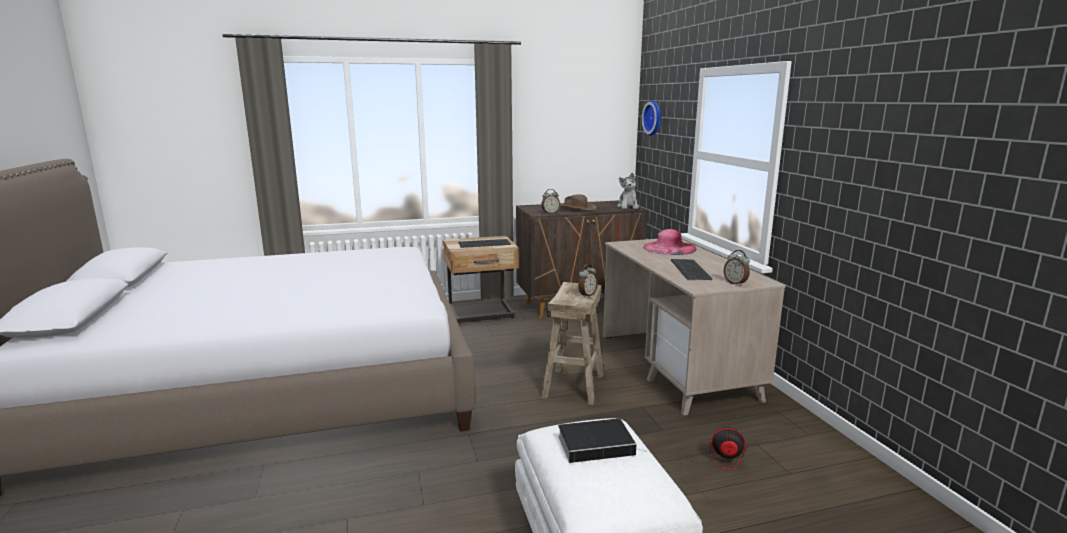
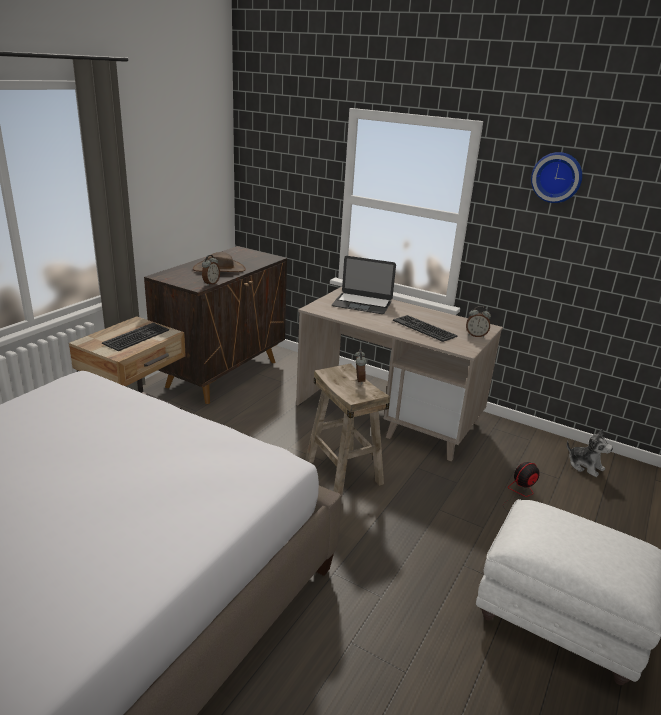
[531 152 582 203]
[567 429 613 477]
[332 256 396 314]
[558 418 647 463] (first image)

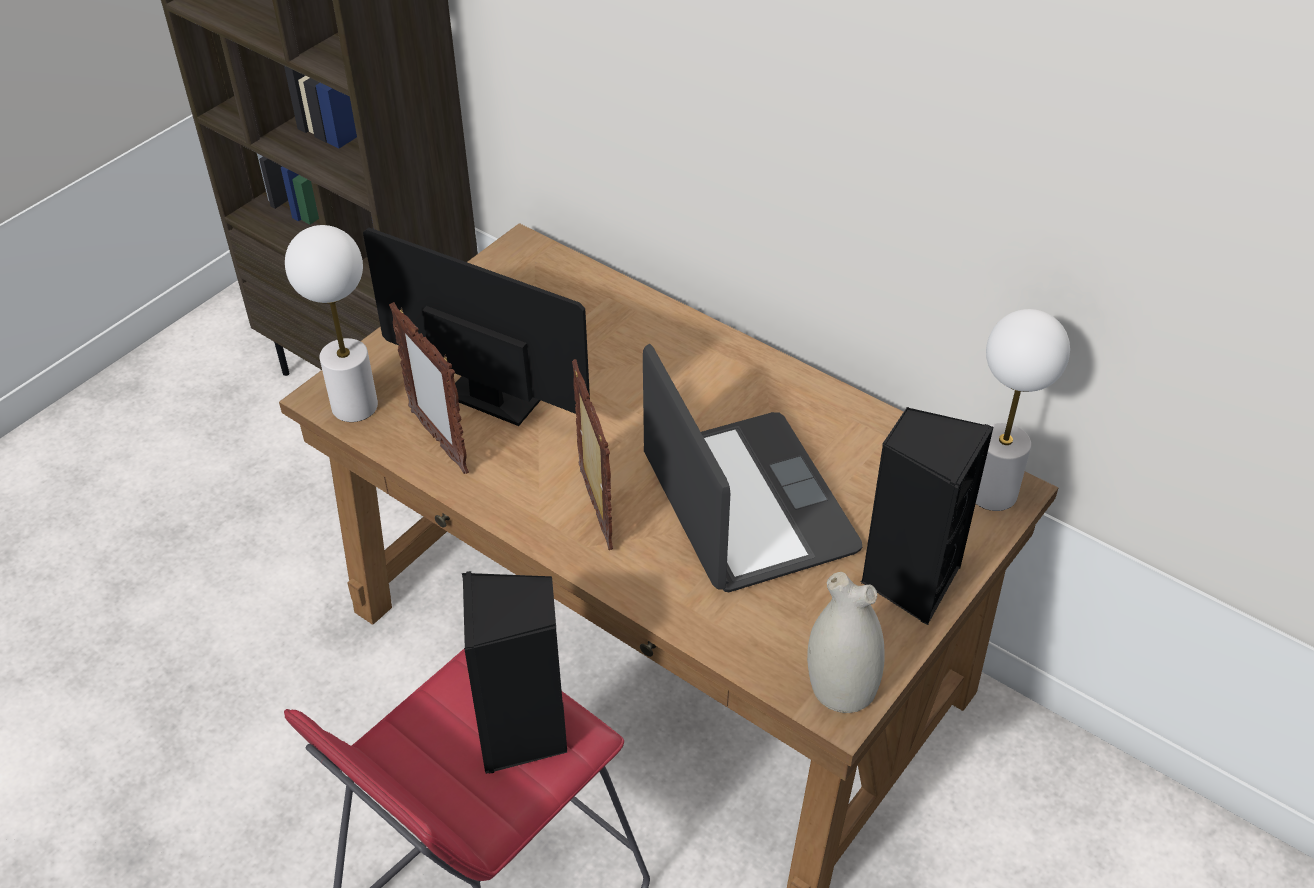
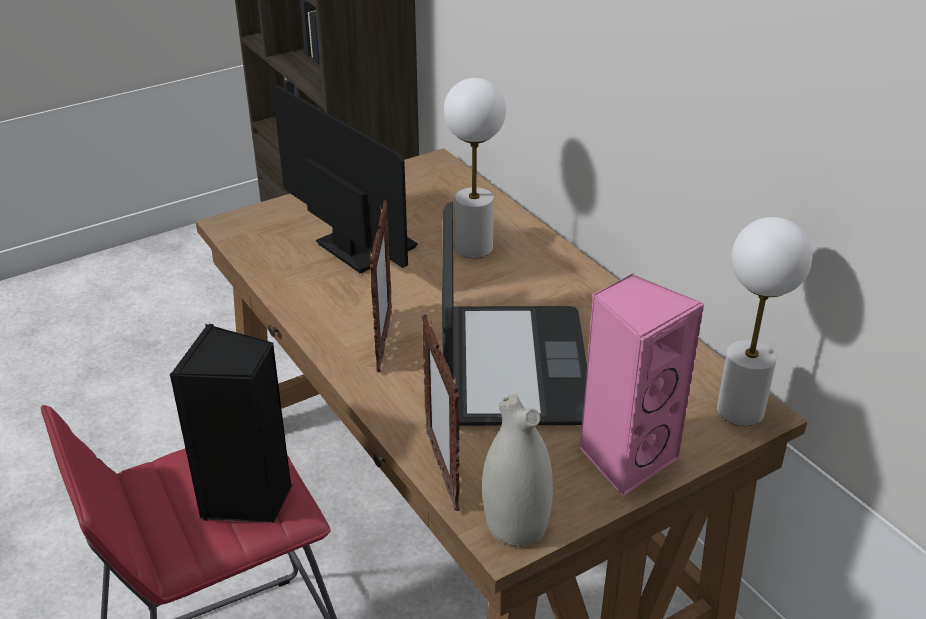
[444 78 506 258]
[422 314 460 511]
[579 273 704 497]

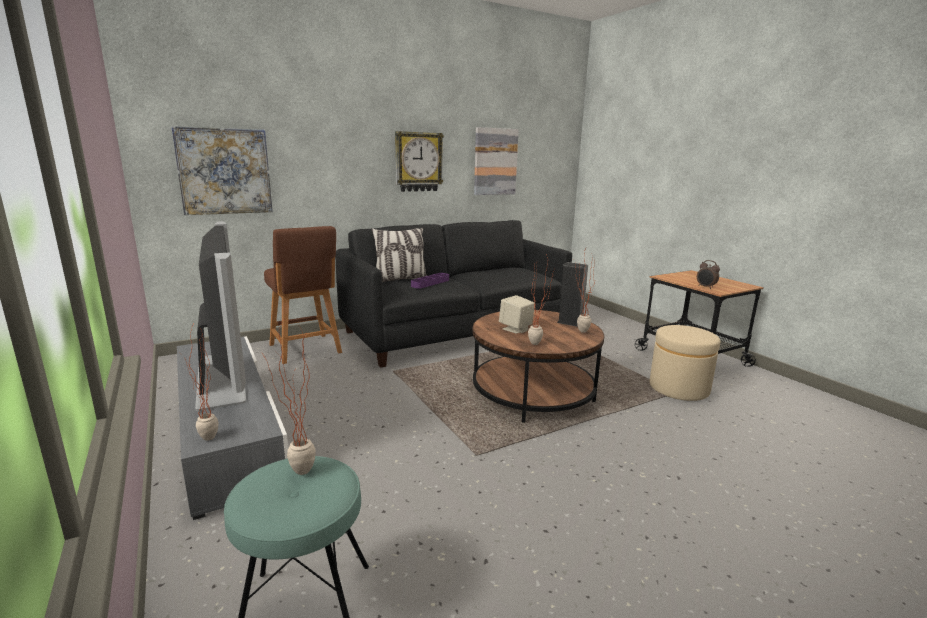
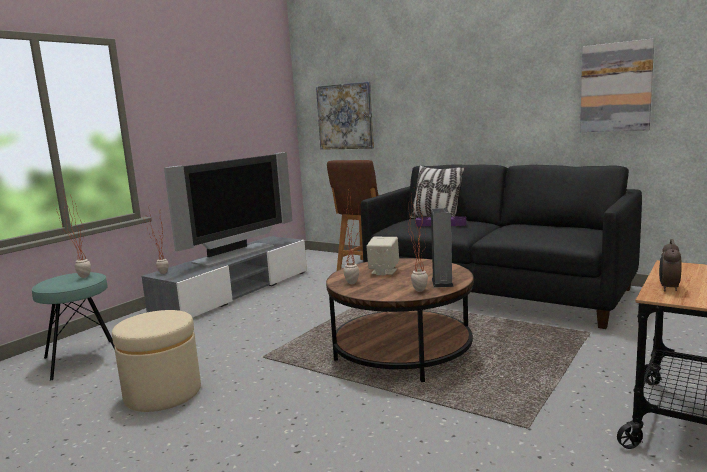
[395 131 444 192] (first image)
[112 310 201 412]

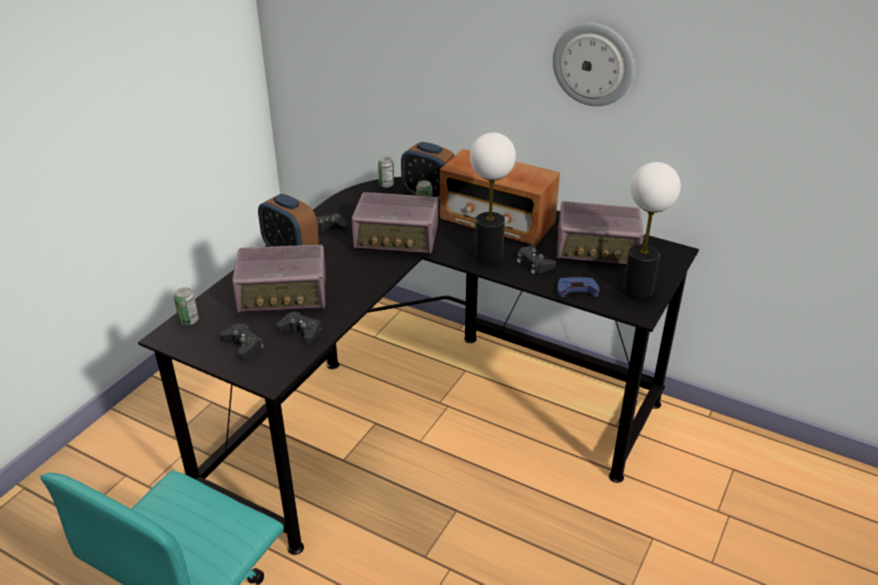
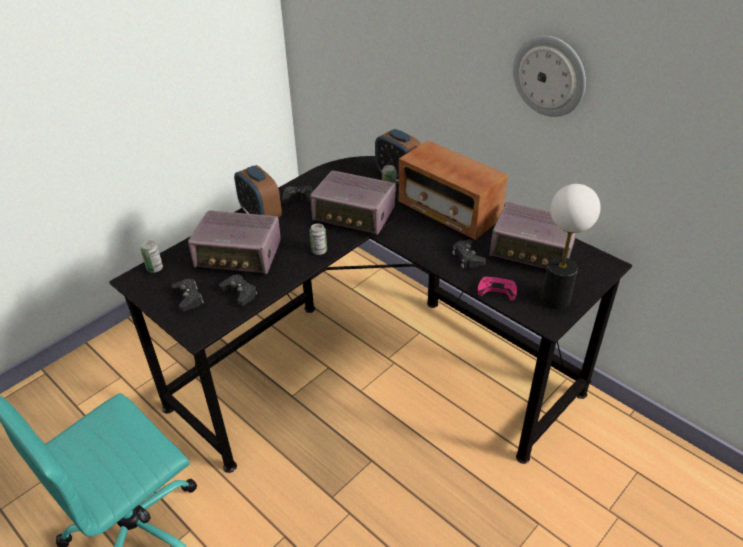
[470 132 516 264] (first image)
[310 223 327 255]
[477 276 517 300]

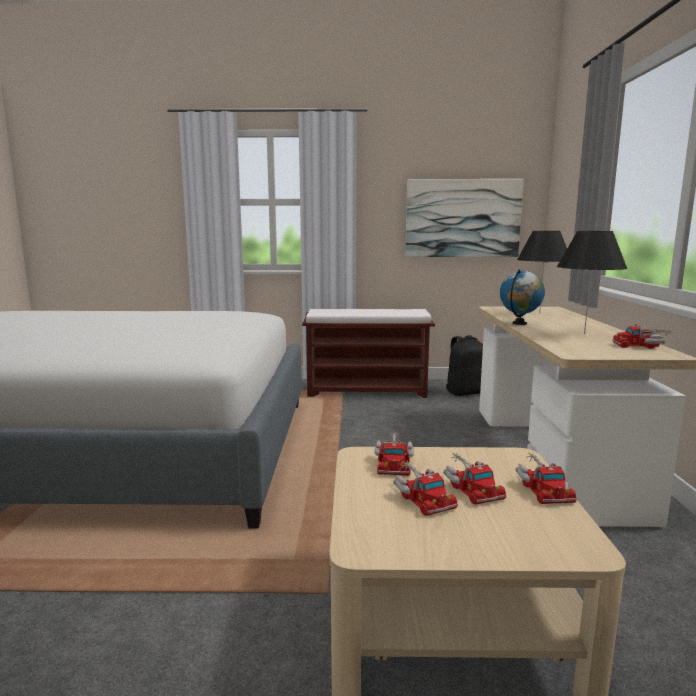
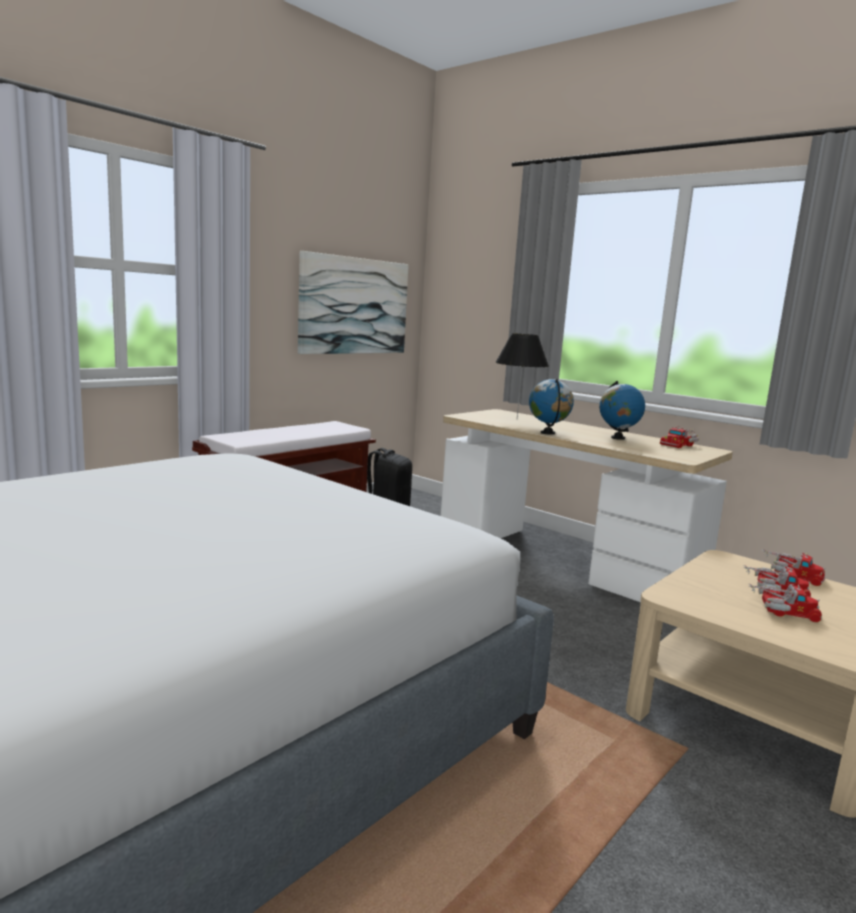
[599 381 645 440]
[374 431 414 476] (first image)

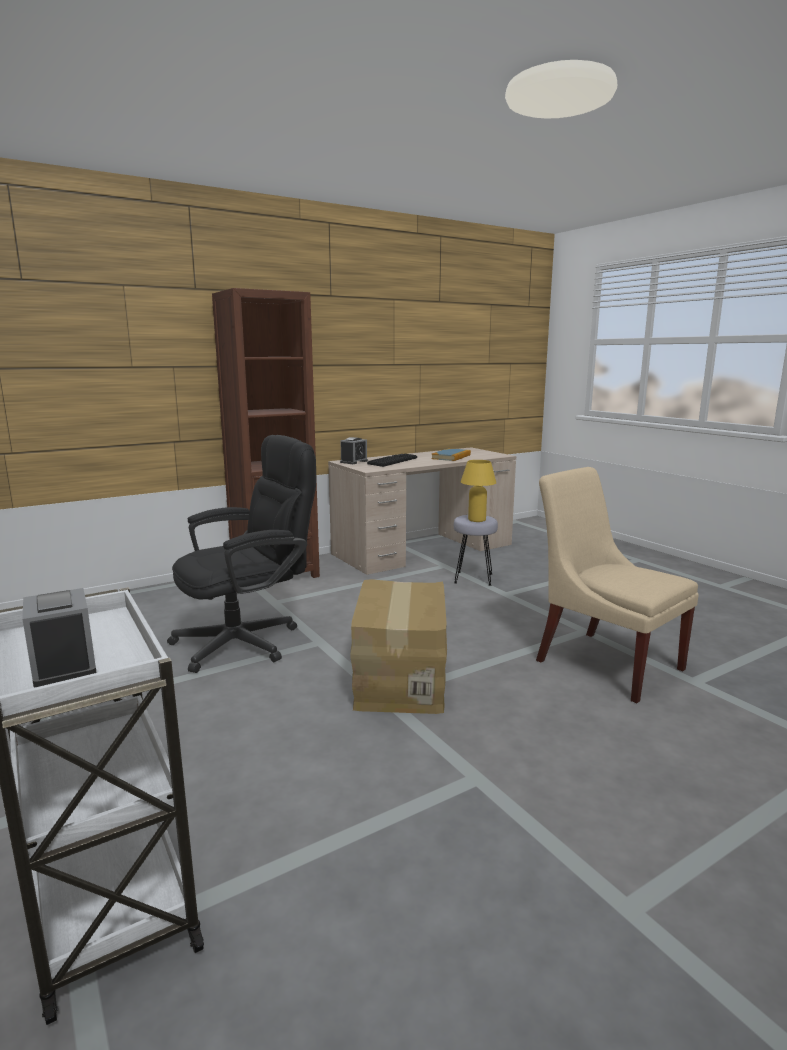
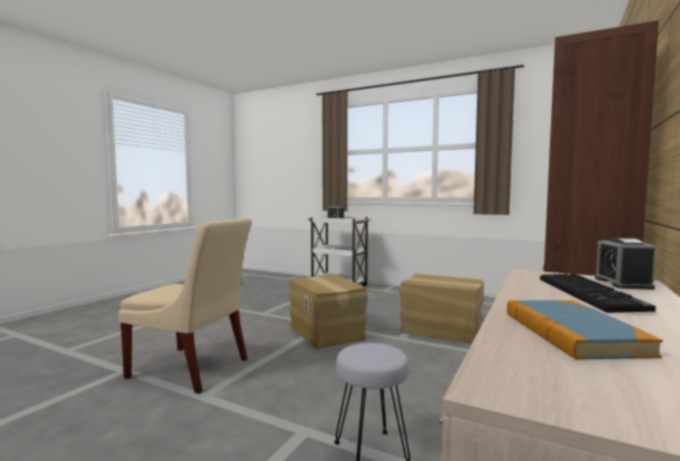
[399 274 484 344]
[461 460 496 522] (first image)

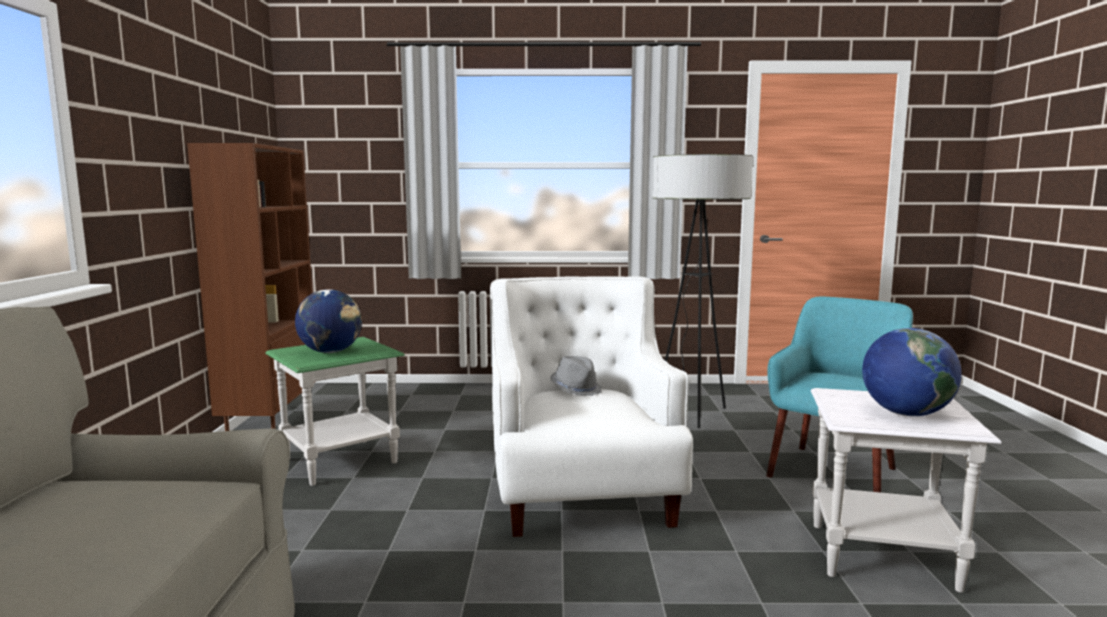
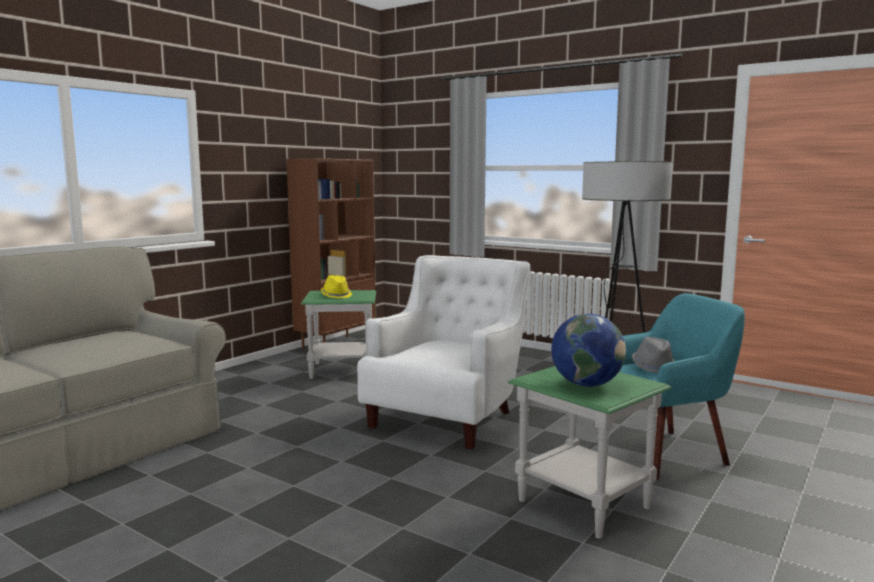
[321 275 352 299]
[632 337 674 373]
[508 366 672 539]

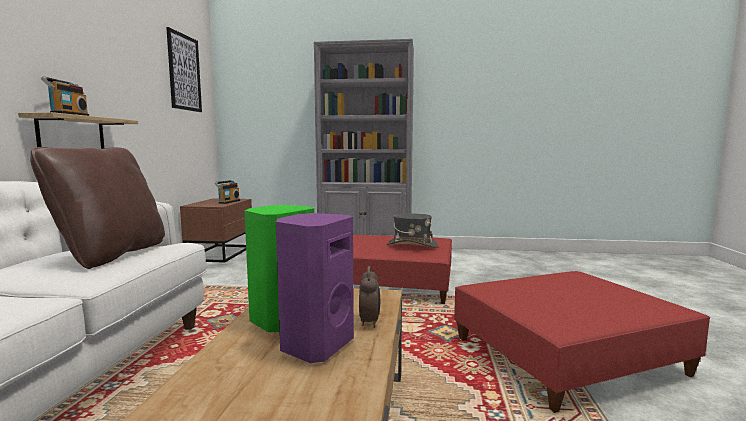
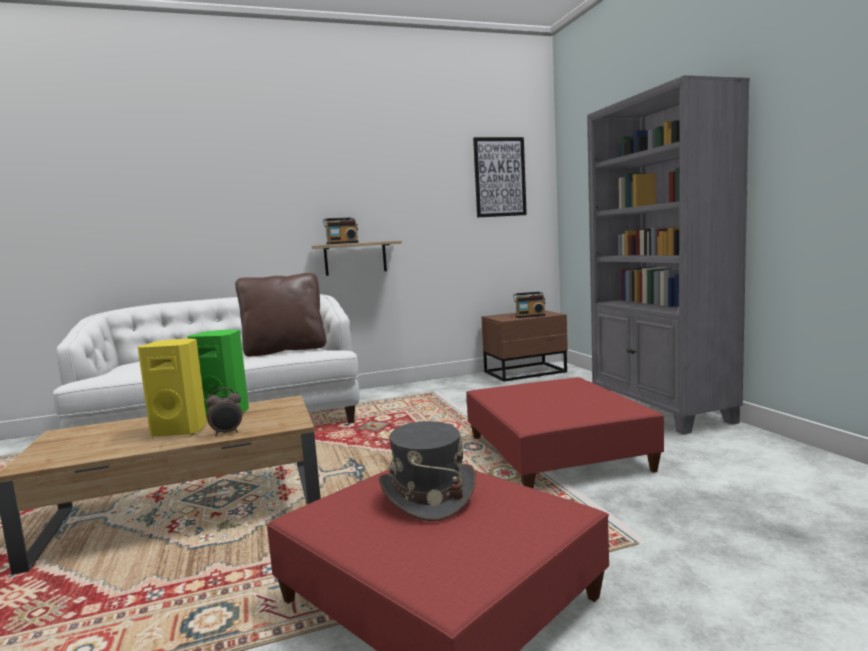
[138 338 207 436]
[379 421 476 521]

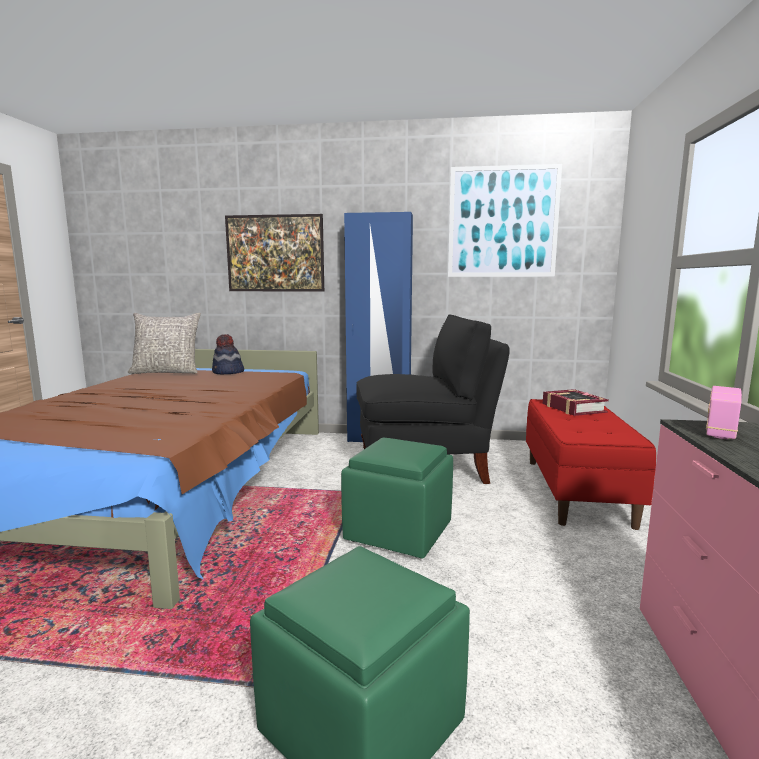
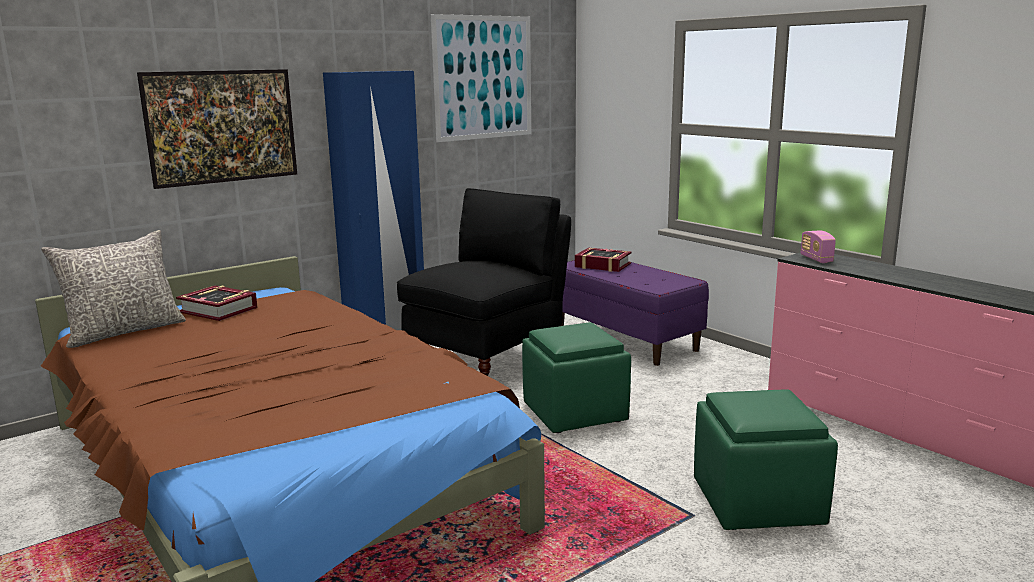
[176 286 258 321]
[561 260 709 366]

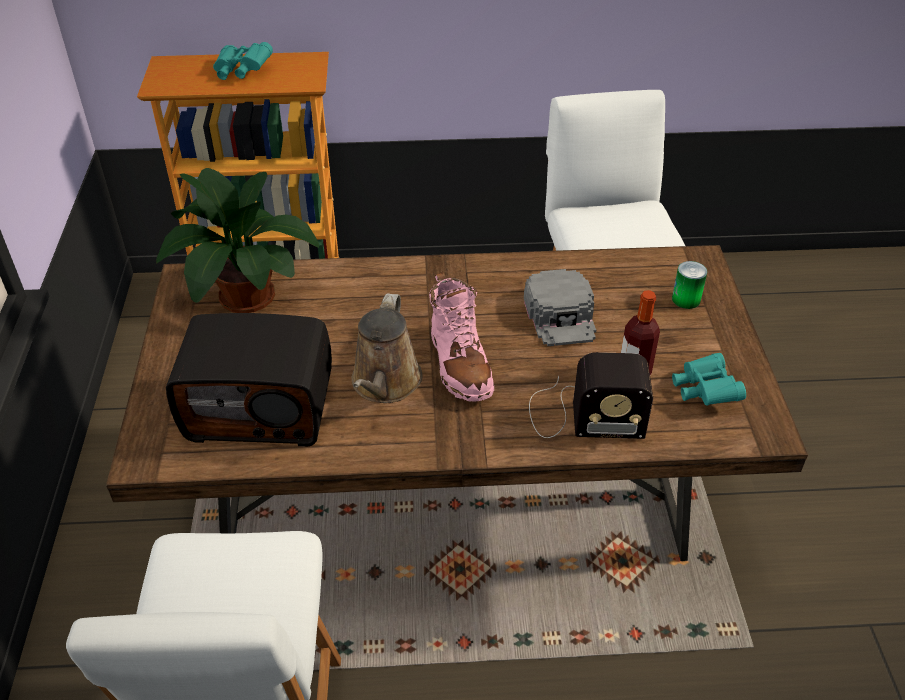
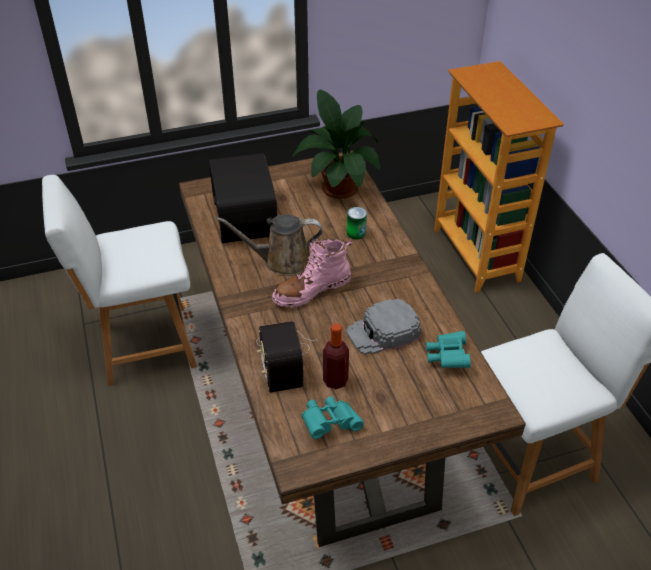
[426 331 471 368]
[347 207 367 240]

